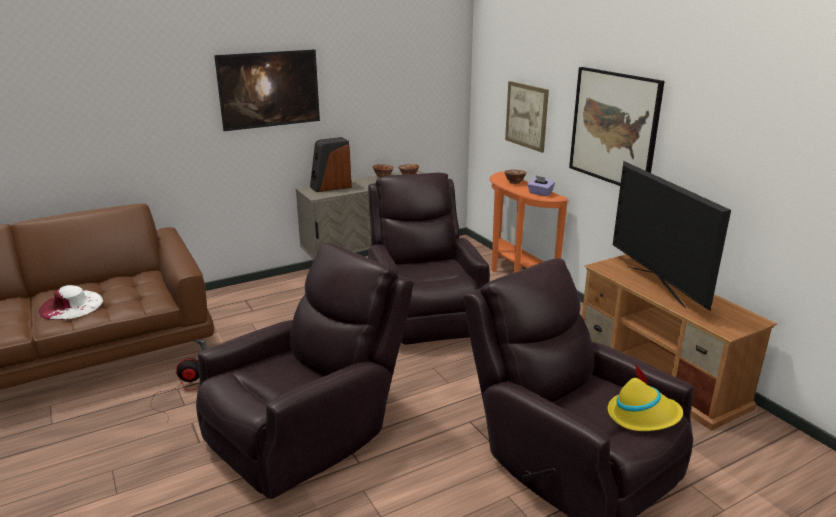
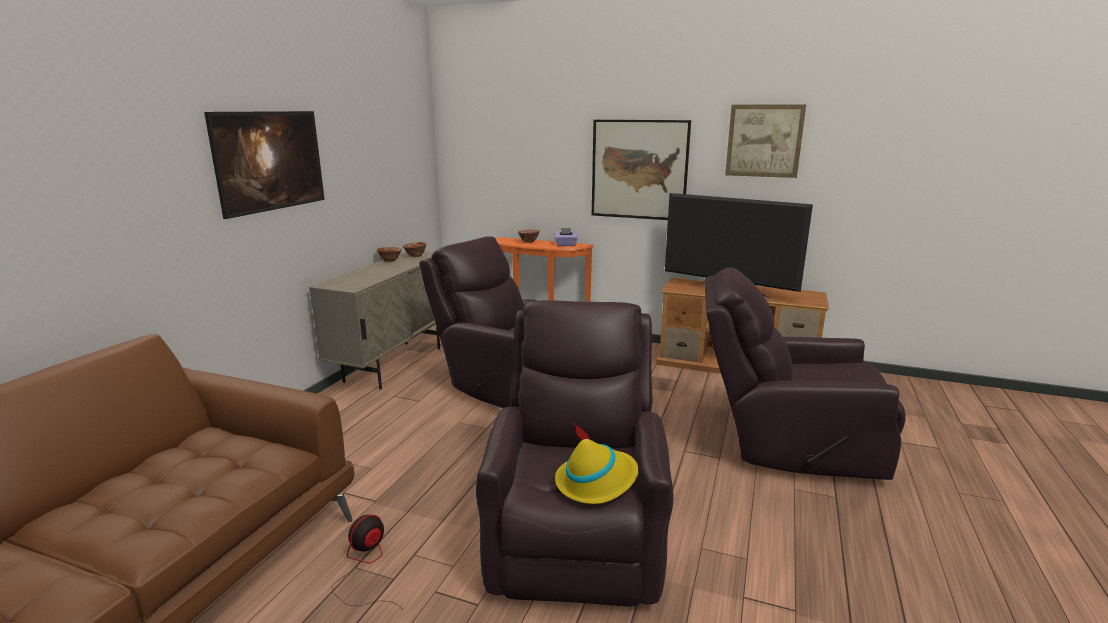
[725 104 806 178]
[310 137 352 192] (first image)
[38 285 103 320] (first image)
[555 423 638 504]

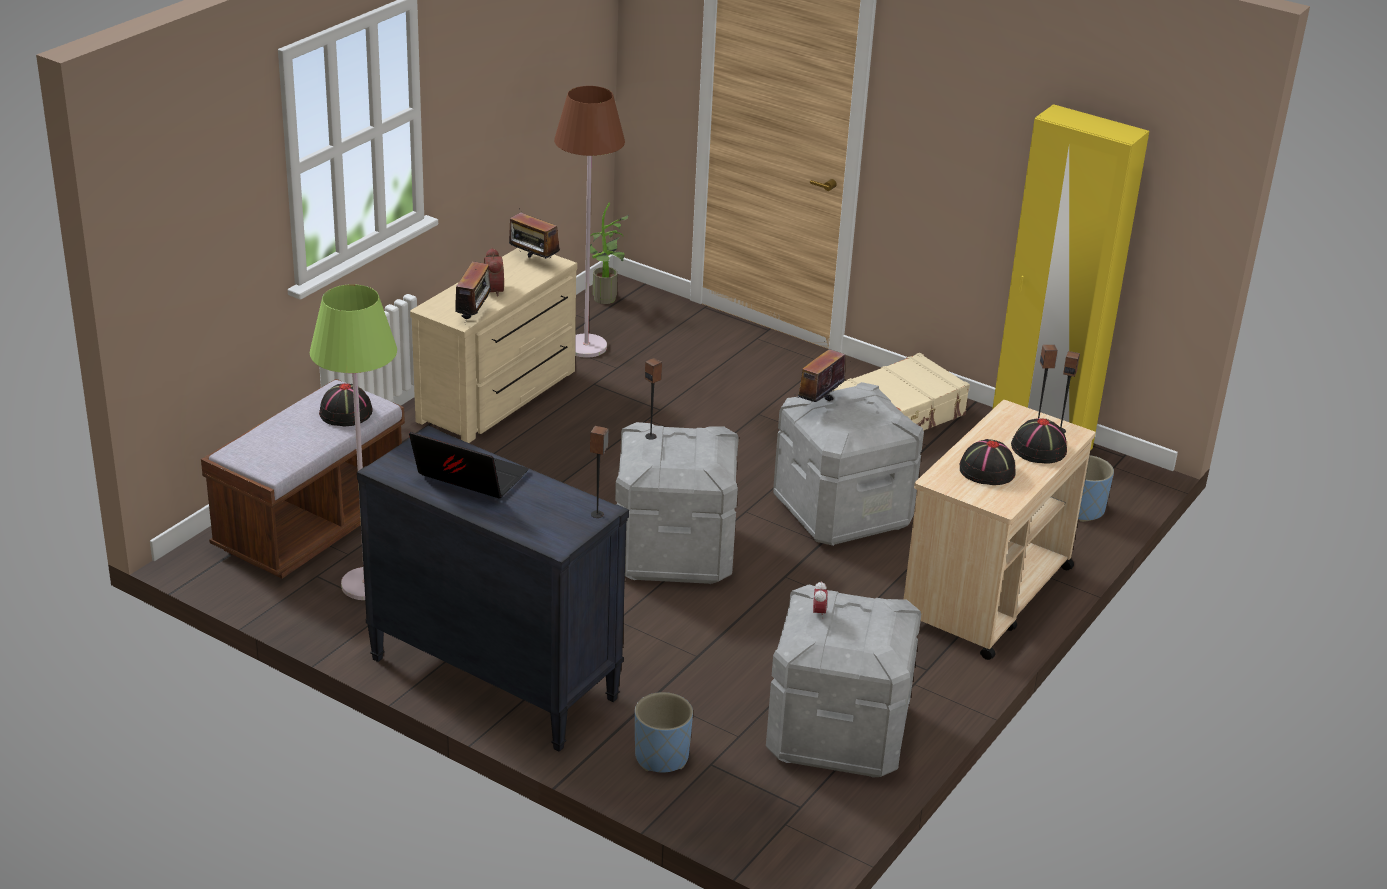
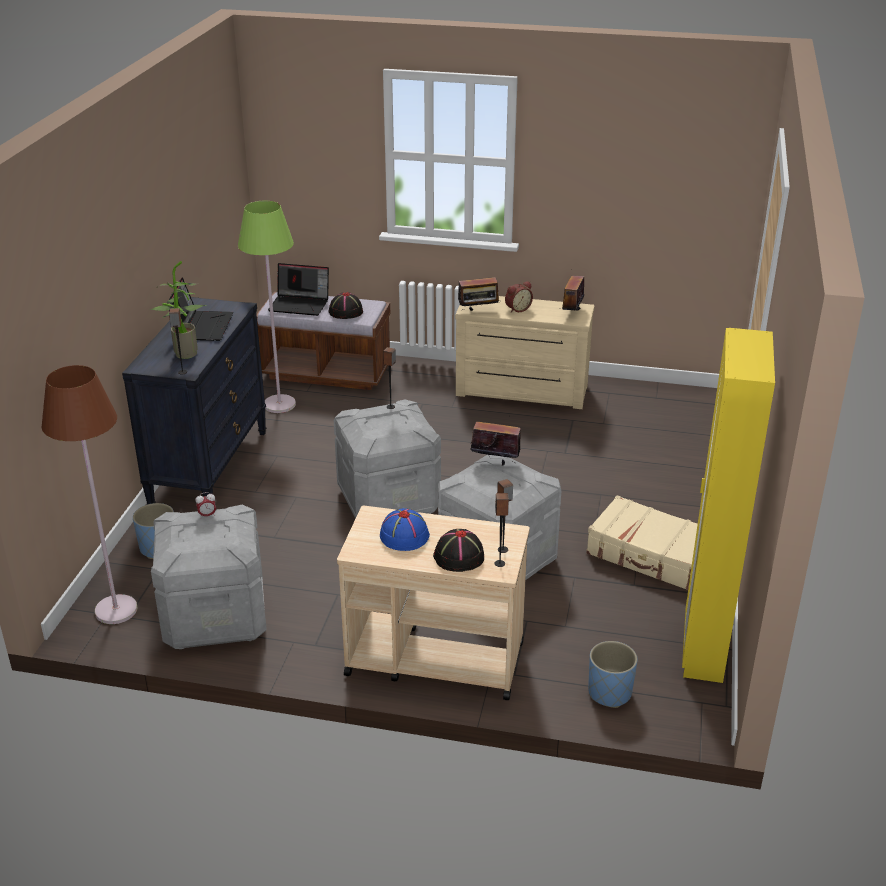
[42 365 137 624]
[149 261 206 359]
[380 508 430 551]
[268 263 329 316]

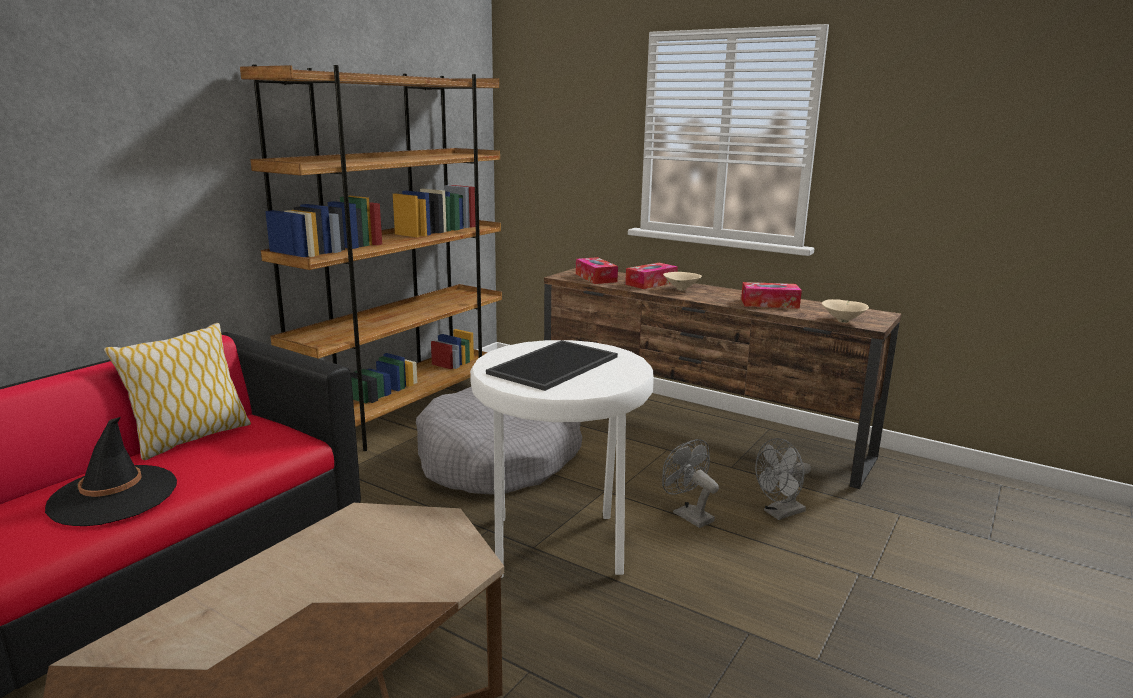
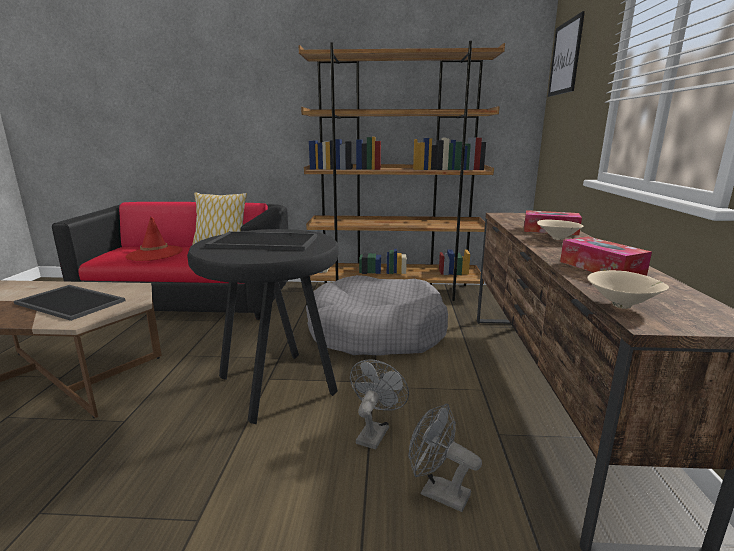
[576 257 618 284] (first image)
[187 229 338 424]
[126 217 183 261]
[548 11 585 97]
[14 285 125 321]

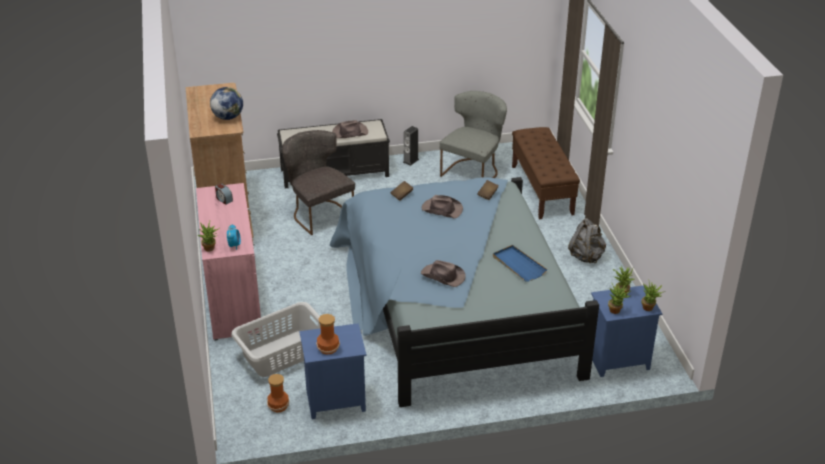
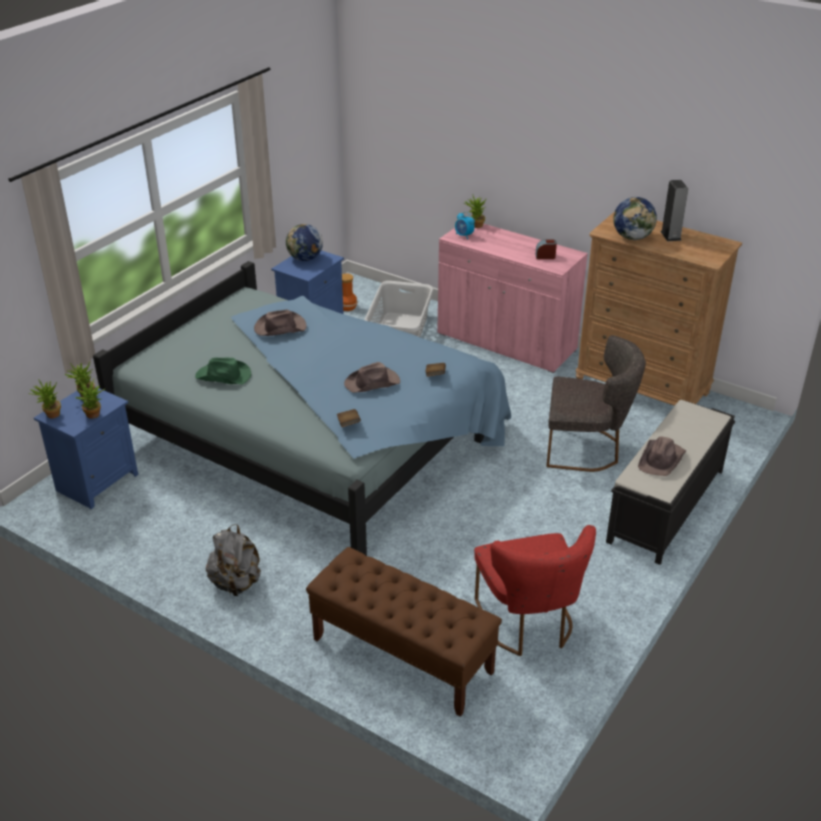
[474 525 596 656]
[660 180 689 241]
[195 358 251 385]
[286 224 323 261]

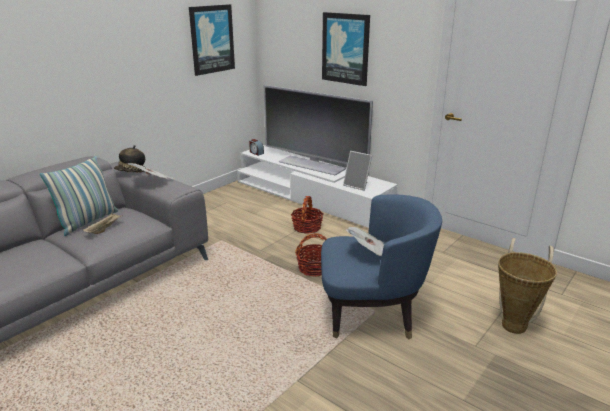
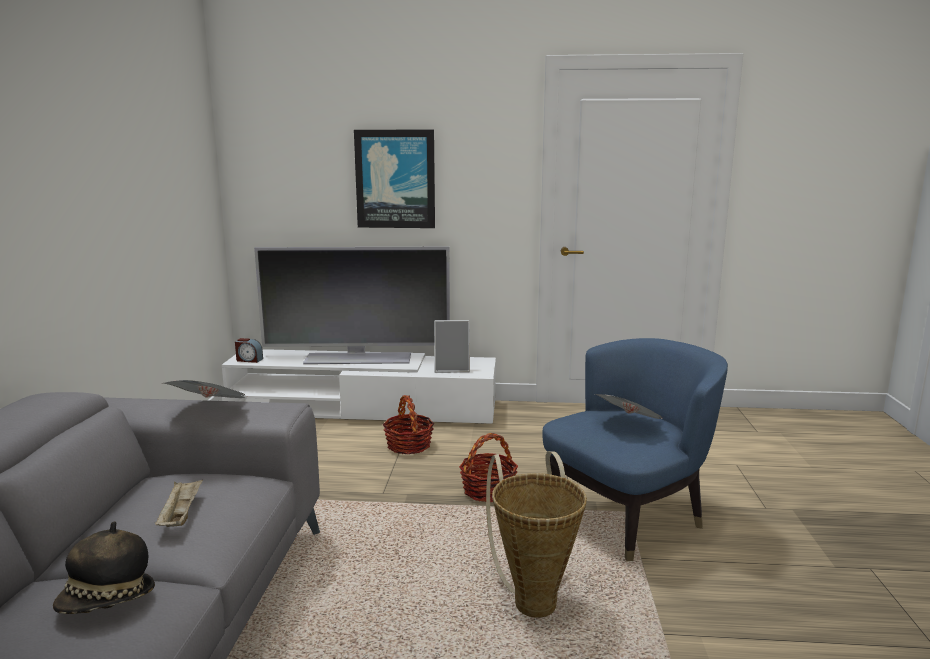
[189 4 235 76] (first image)
[53 521 155 614]
[40 156 118 236] (first image)
[486 451 587 618]

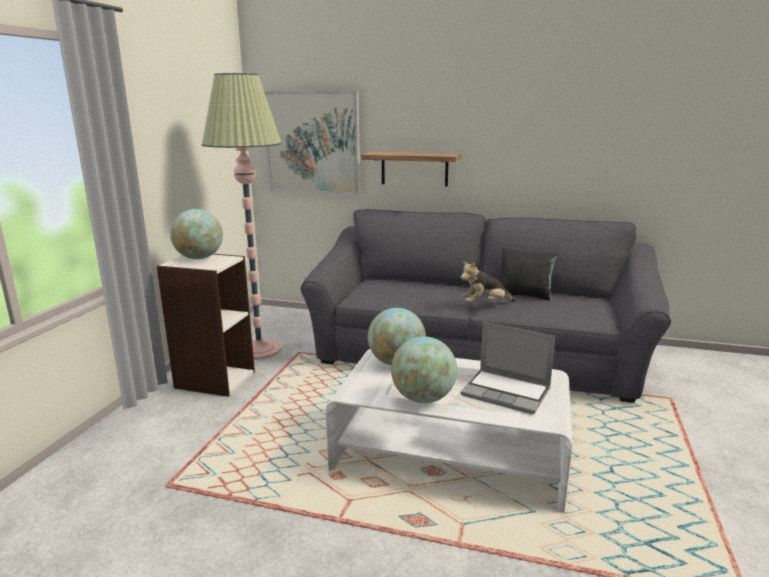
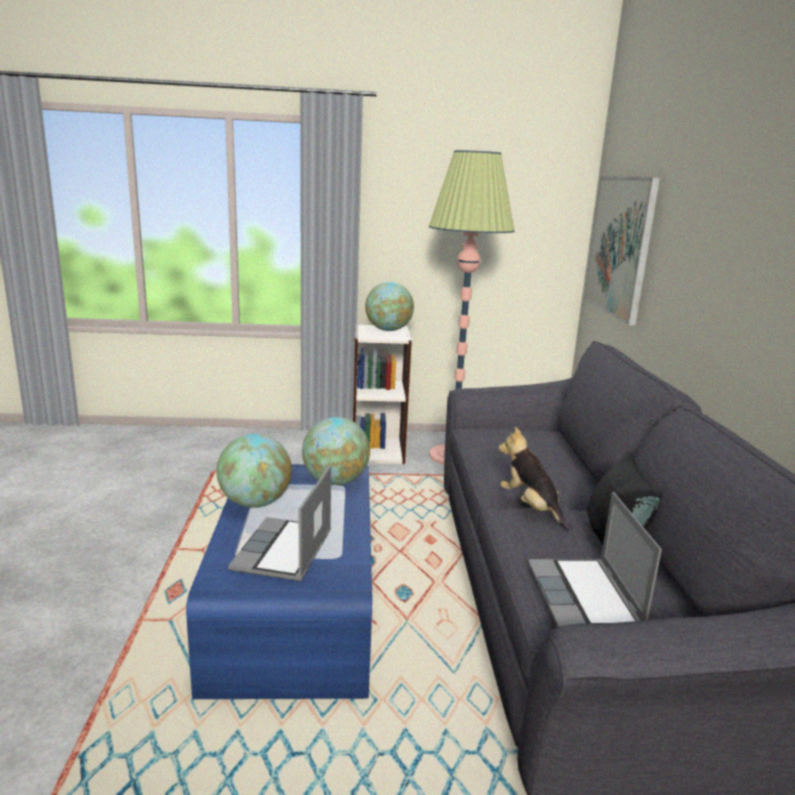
[361 152 461 187] (first image)
[186 464 372 699]
[528 492 662 628]

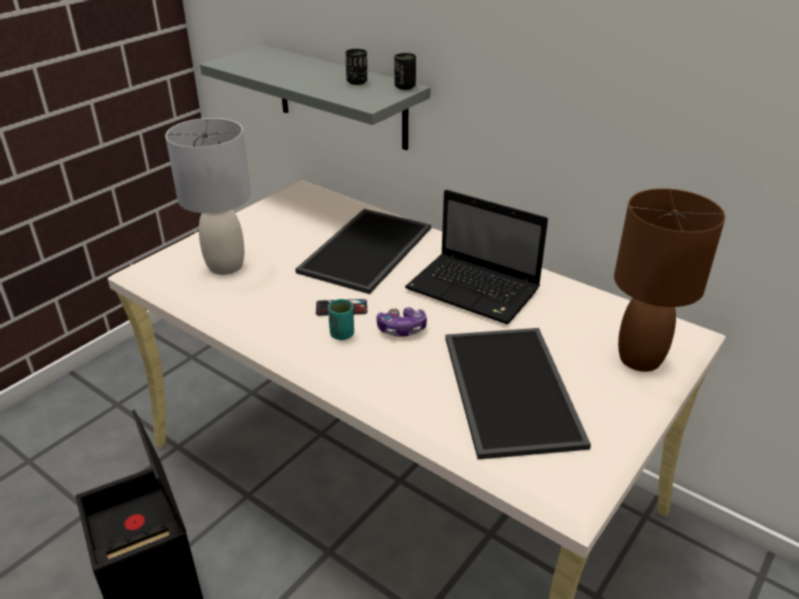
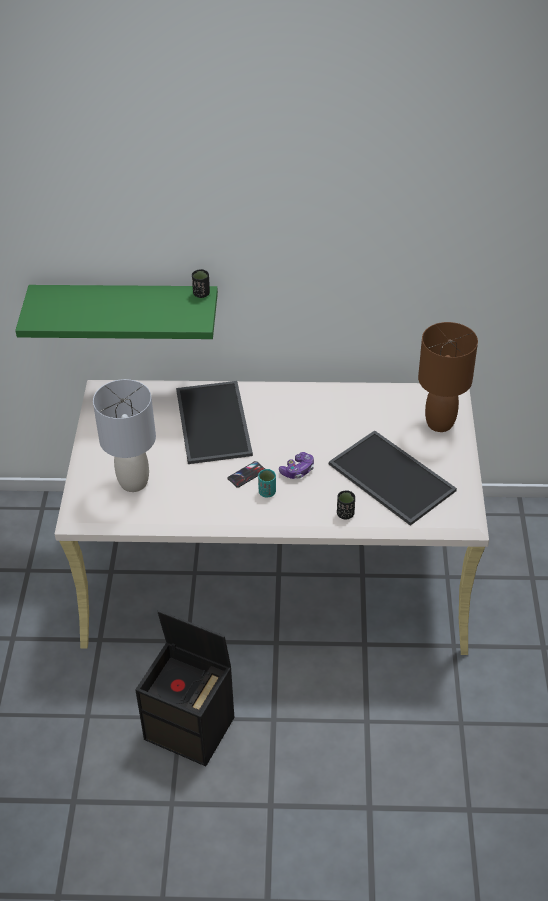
[15 285 218 339]
[337 490 355 519]
[405 190 548 324] (first image)

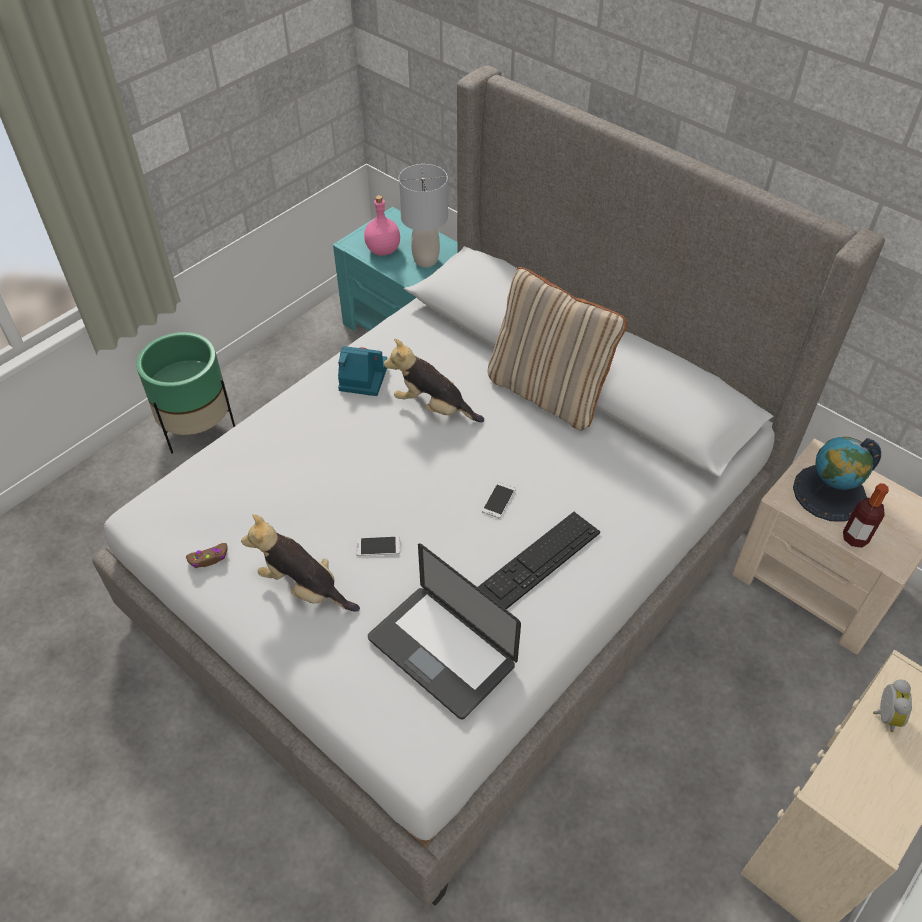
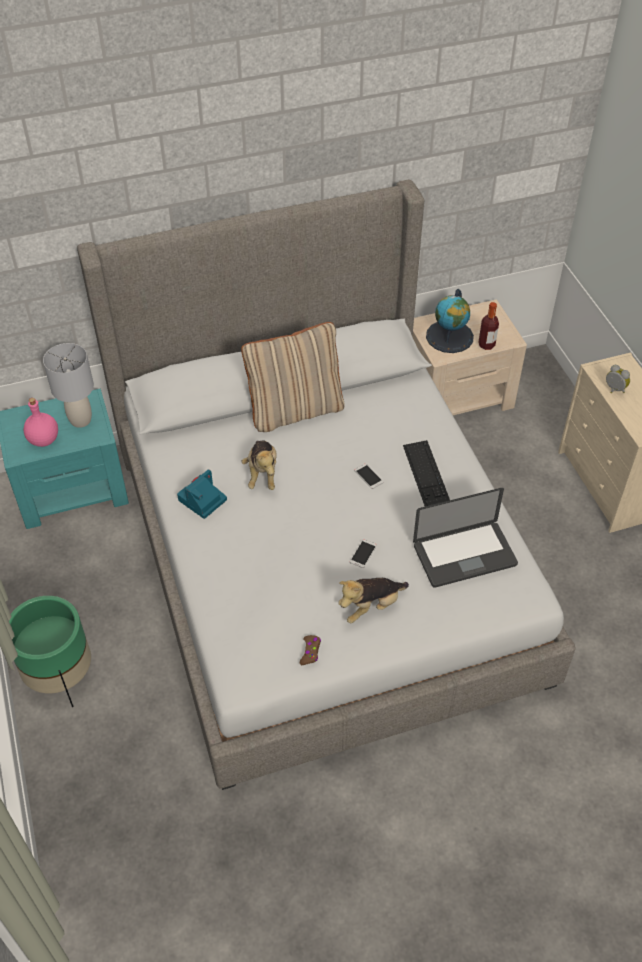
[242 440 277 490]

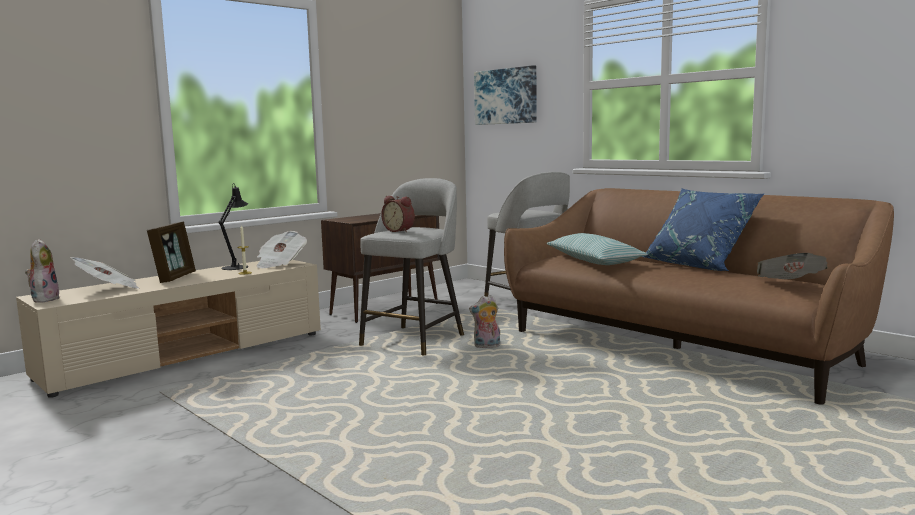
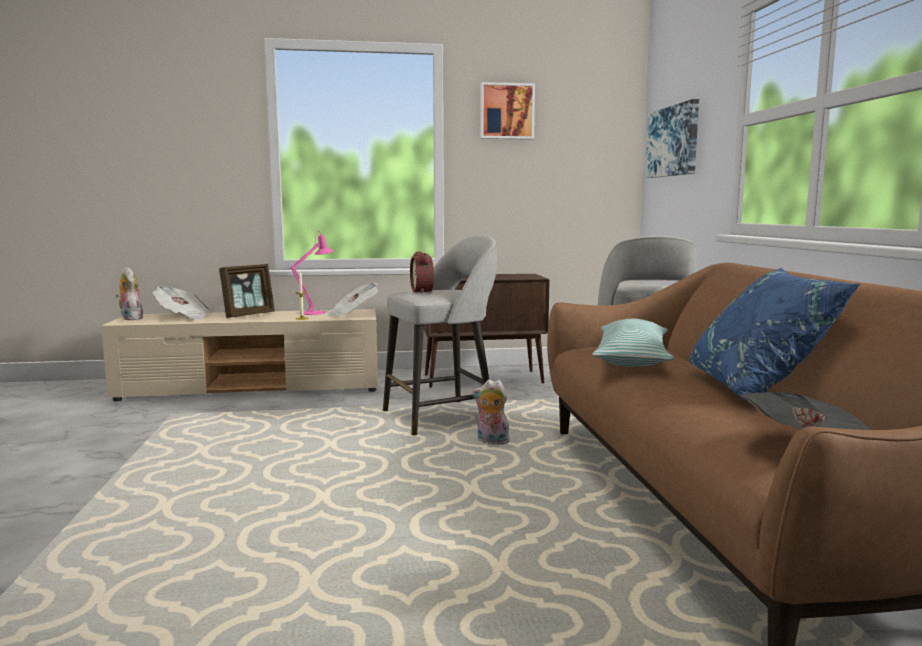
[291 231 333 315]
[116 267 145 320]
[480 82 535 140]

